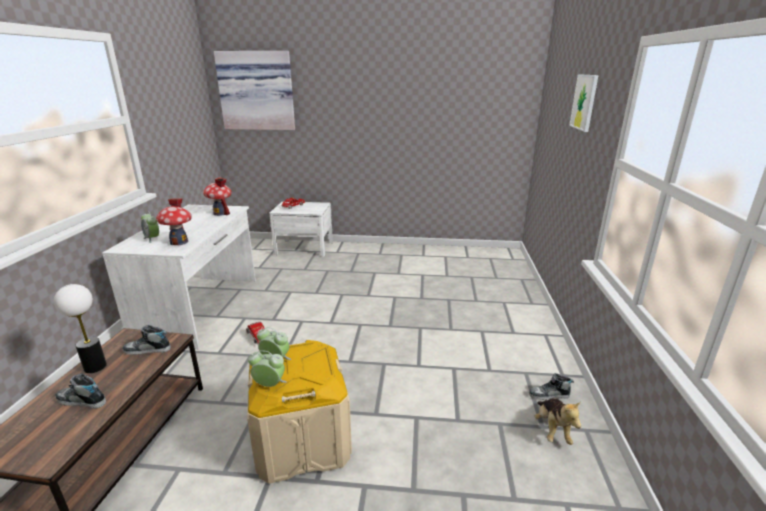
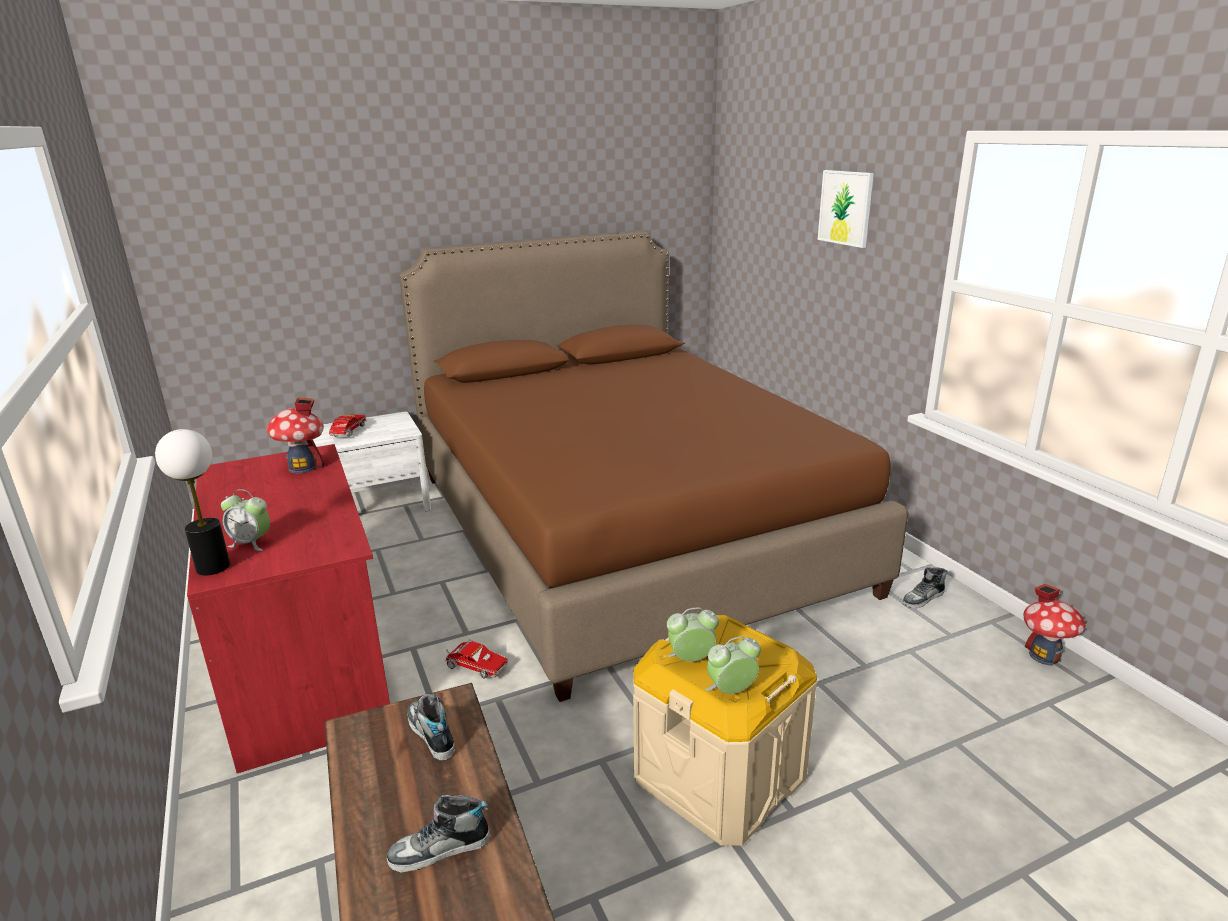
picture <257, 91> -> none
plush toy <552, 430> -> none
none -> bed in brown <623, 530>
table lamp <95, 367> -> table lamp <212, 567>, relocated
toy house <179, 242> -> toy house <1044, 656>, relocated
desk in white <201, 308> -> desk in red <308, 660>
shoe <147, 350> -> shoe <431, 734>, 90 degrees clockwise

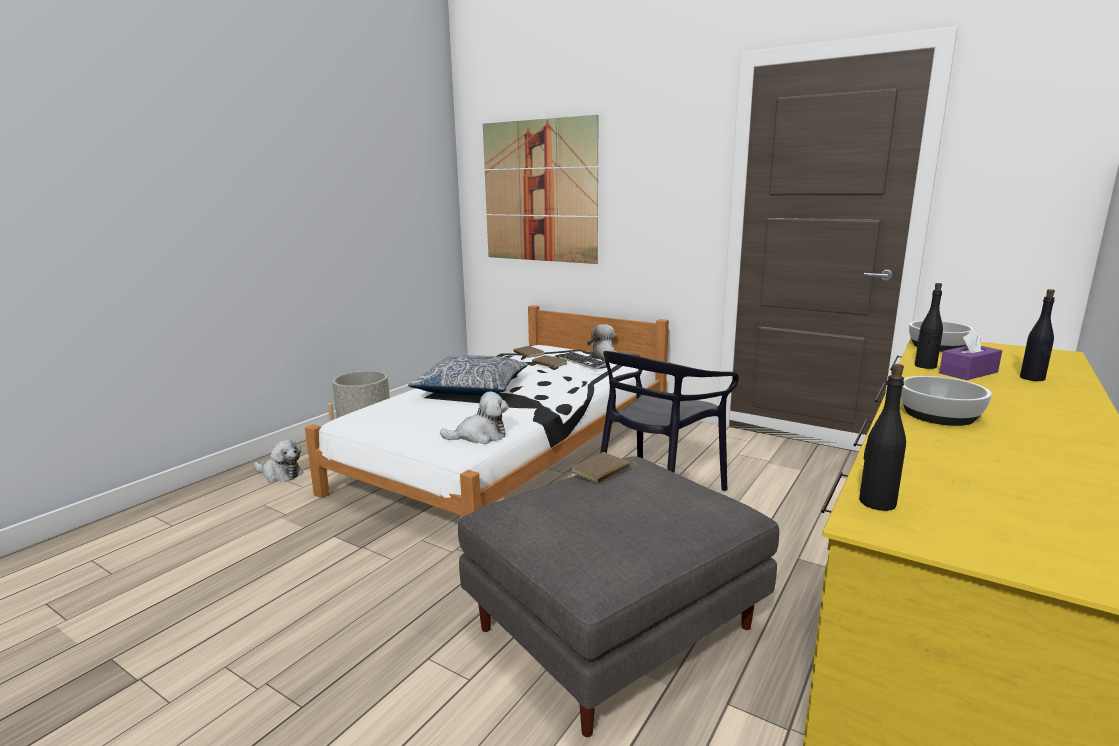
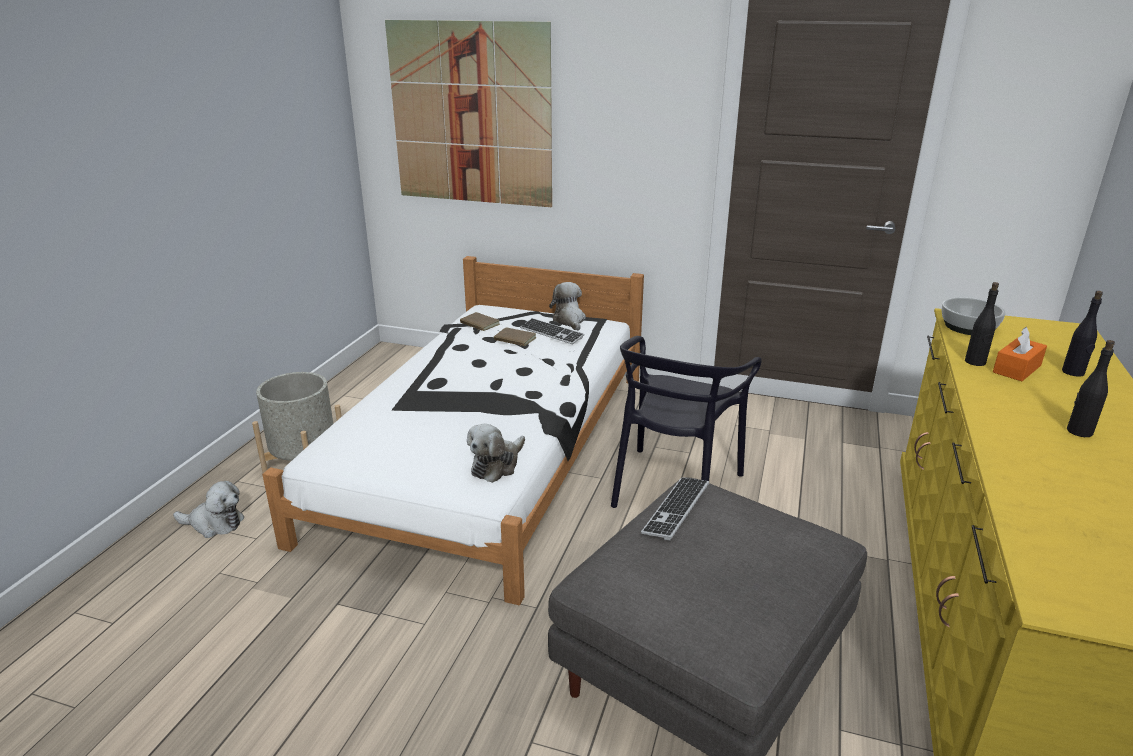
pillow <472, 388> -> none
bowl <940, 415> -> none
bottle in black <876, 502> -> bottle in black <1079, 431>, relocated
book in brown <602, 471> -> keyboard <676, 509>
tissue box in purple <968, 372> -> tissue box in orange <1016, 369>
plush toy <480, 436> -> plush toy <497, 465>, 150 degrees clockwise

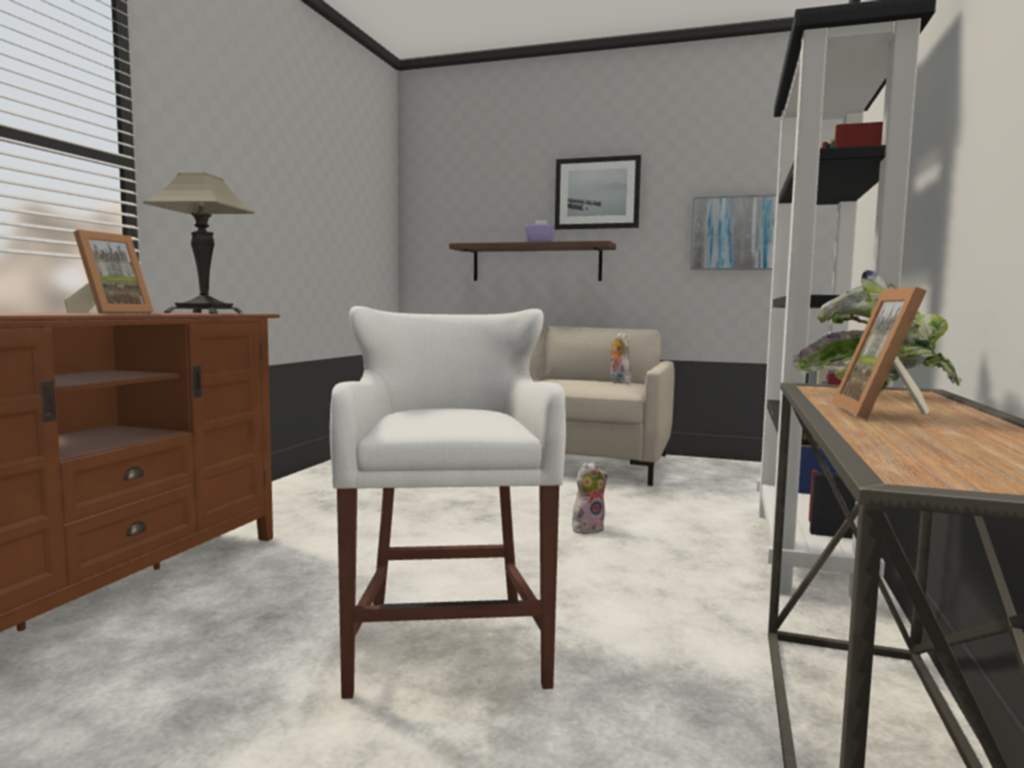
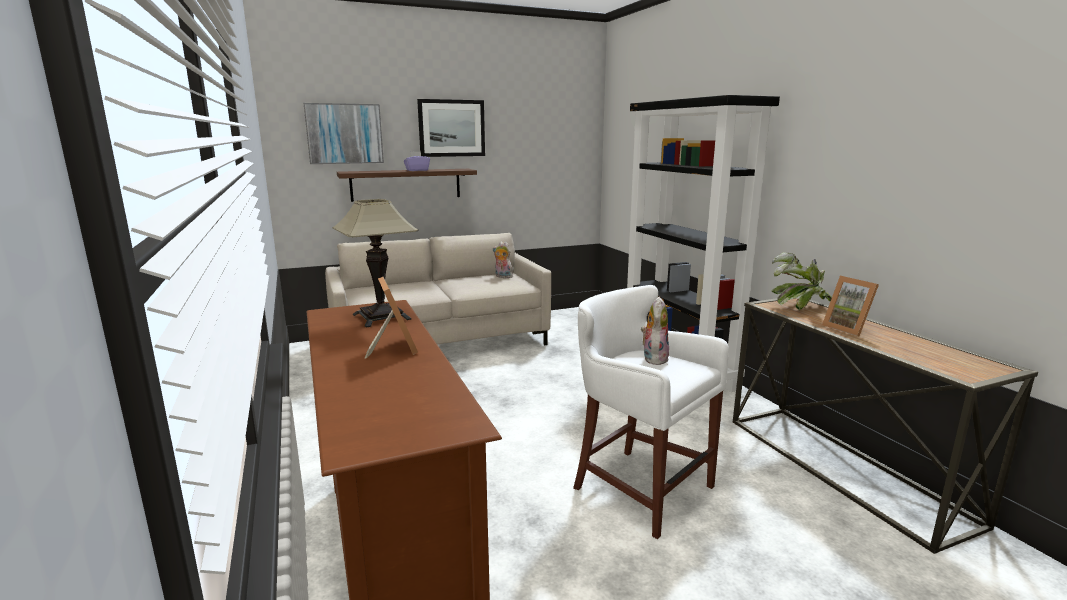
plush toy <587, 528> -> plush toy <653, 358>, relocated
picture <738, 233> -> picture <344, 134>, relocated

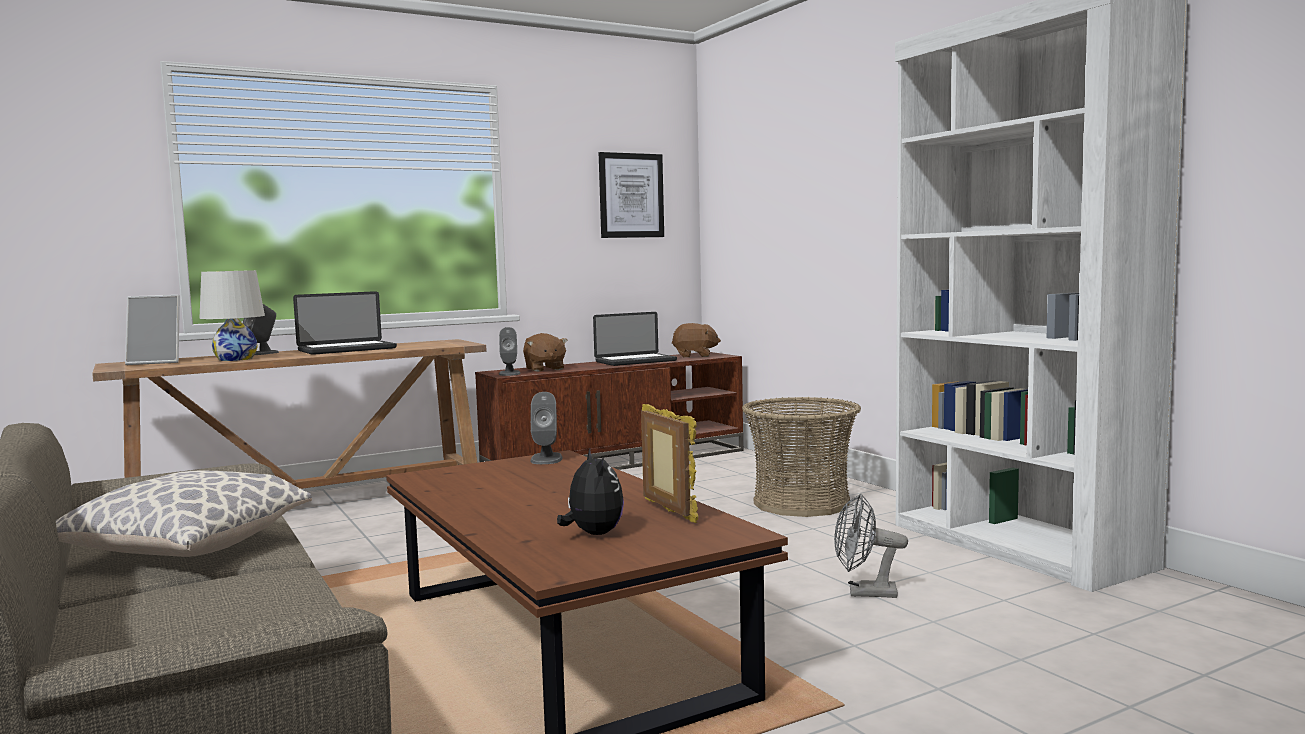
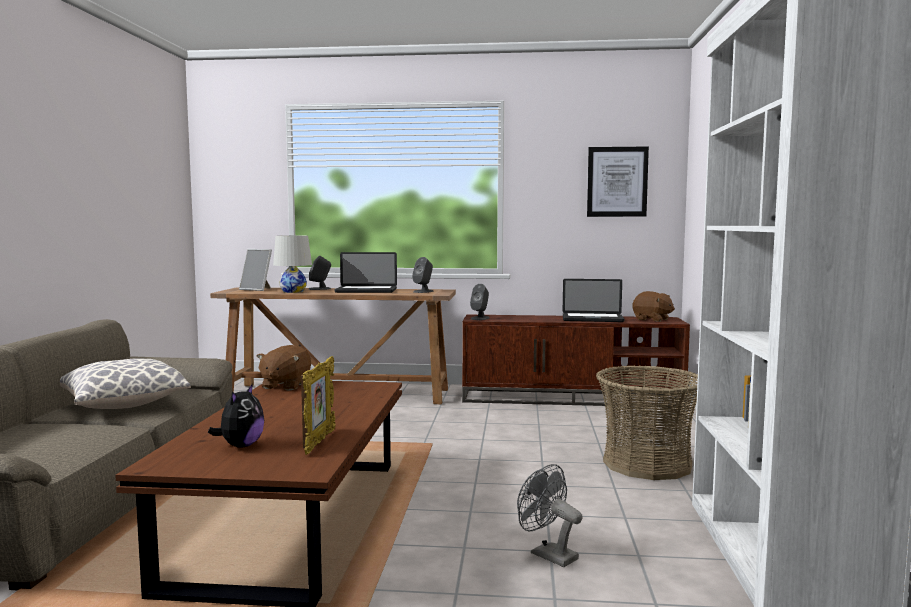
plush toy in brown <544, 369> -> plush toy in brown <285, 385>, relocated
speaker in grey <546, 459> -> speaker in grey <423, 291>, relocated

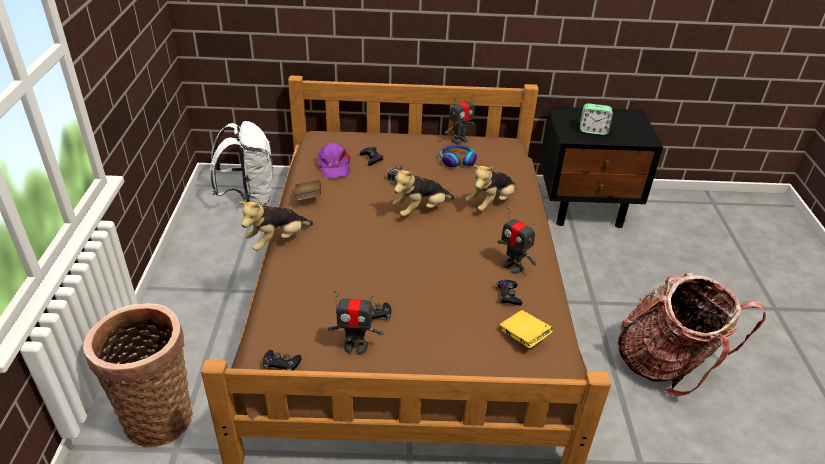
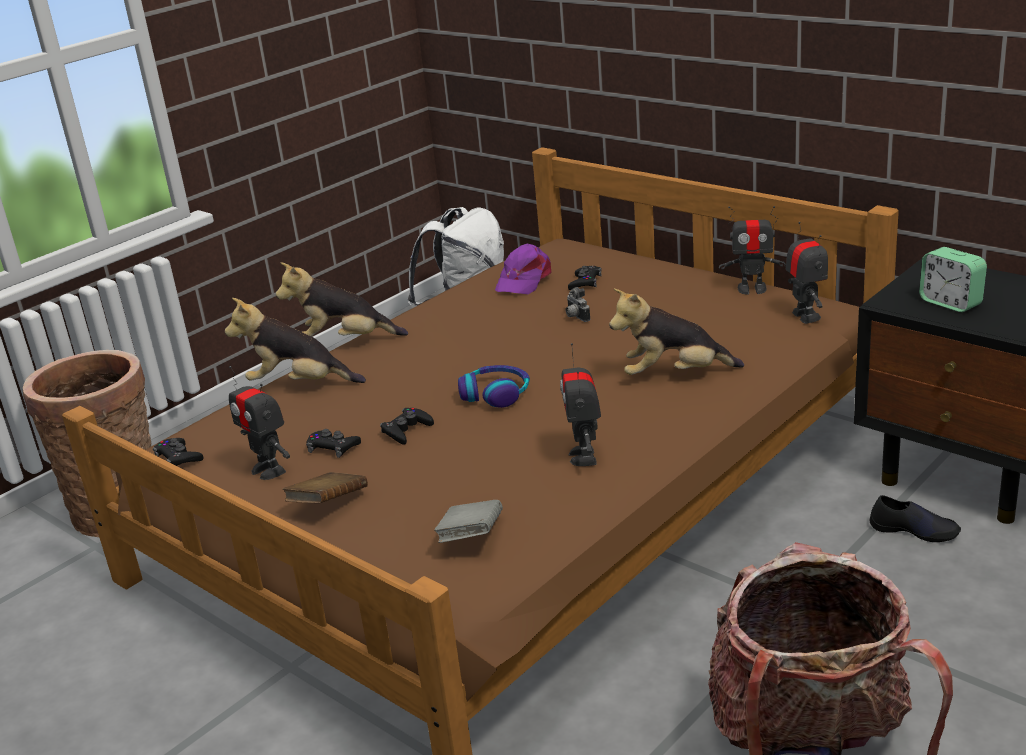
none -> toy robot <805, 316>
none -> shoe in black <914, 530>
book in brown <308, 198> -> book in brown <328, 504>, relocated
plush toy <421, 210> -> plush toy <299, 384>, relocated
headphones <457, 160> -> headphones <496, 394>, relocated
game controller in black <508, 295> -> game controller in black <406, 430>, relocated
book in yellow <524, 337> -> book in grey <471, 537>

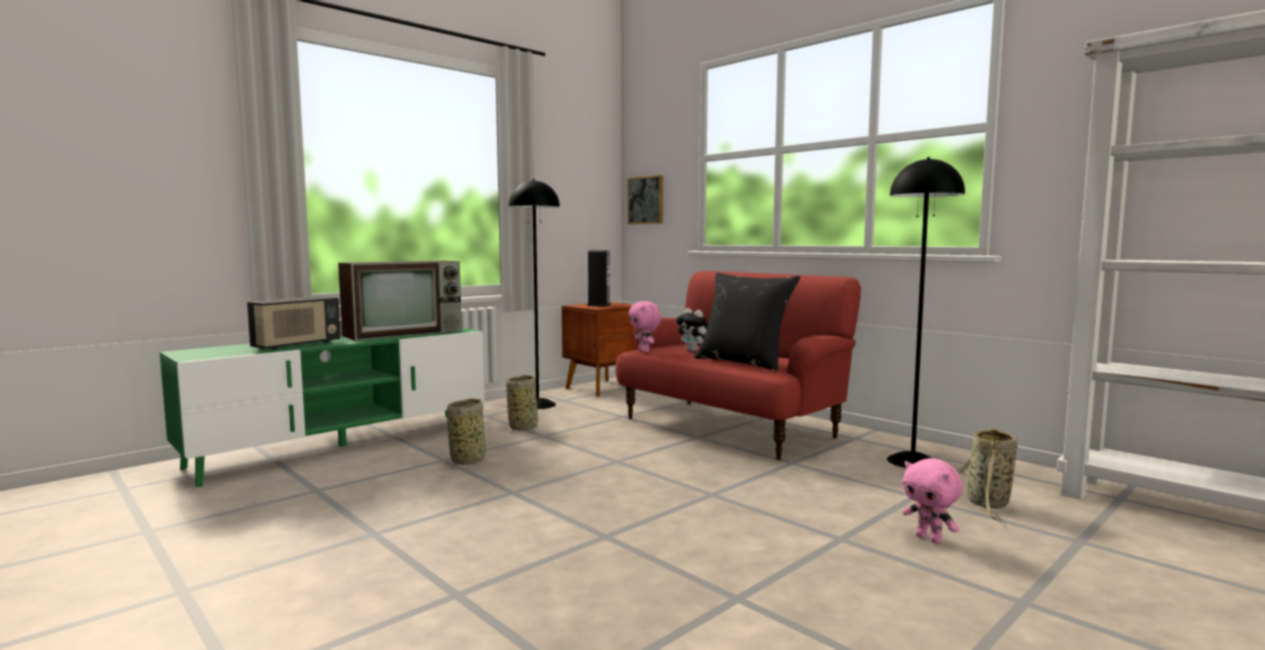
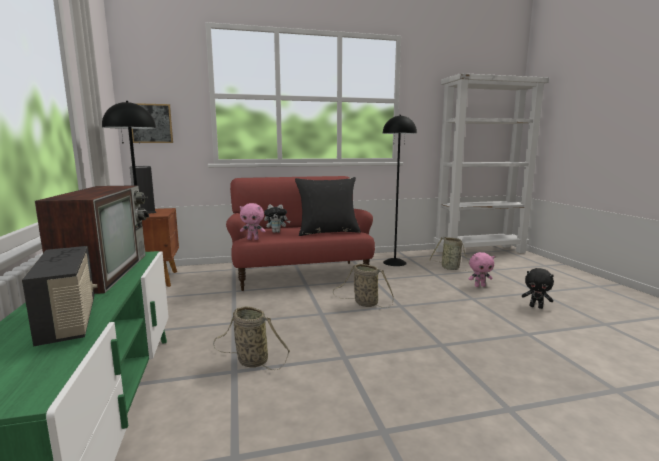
none -> plush toy in black <536, 307>
basket <523, 427> -> basket <364, 303>, relocated

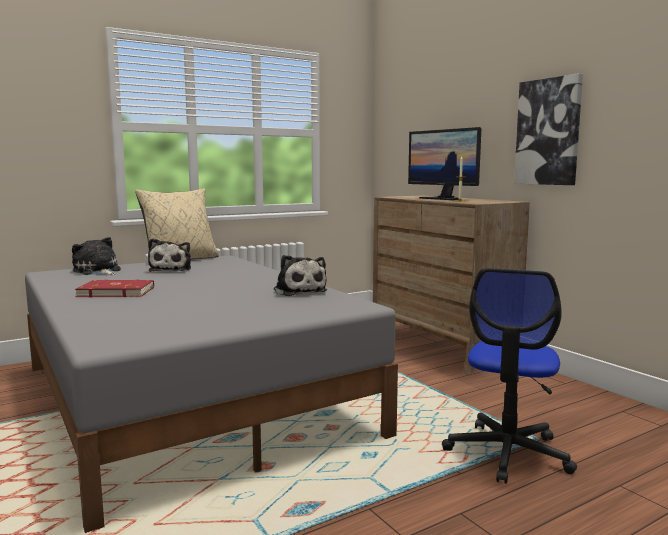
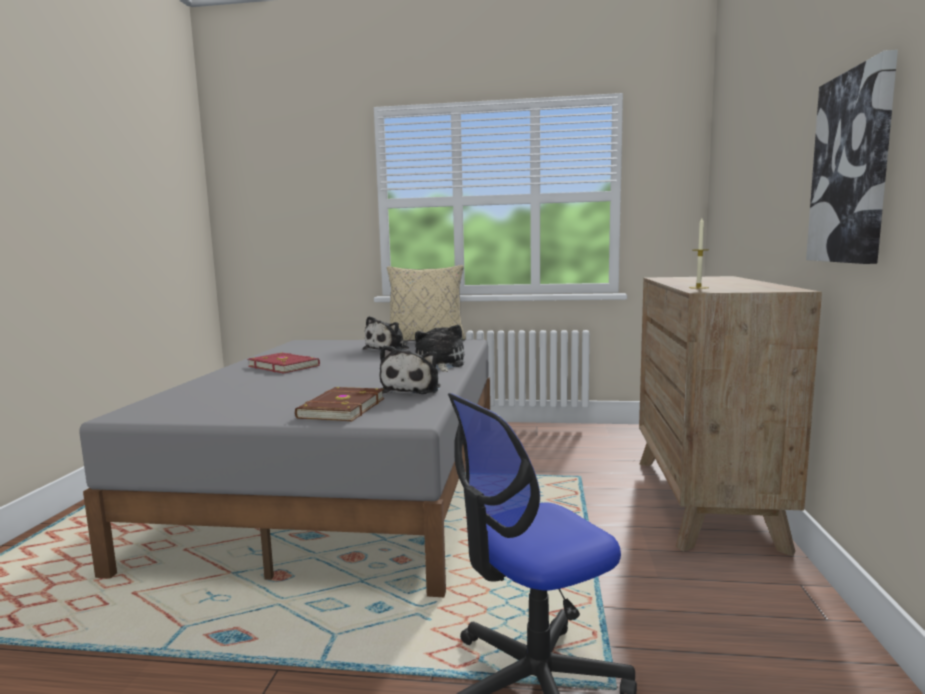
monitor <443, 199> -> none
none -> book in brown <340, 408>
plush toy <98, 271> -> plush toy <440, 365>, relocated

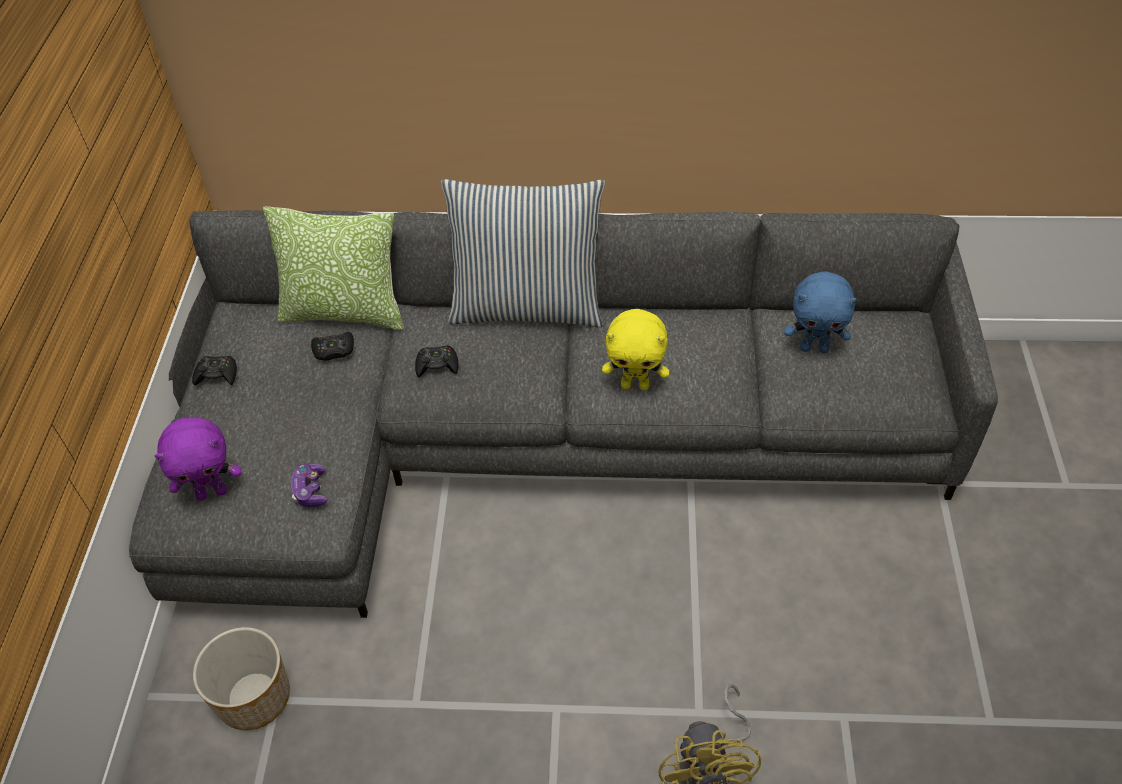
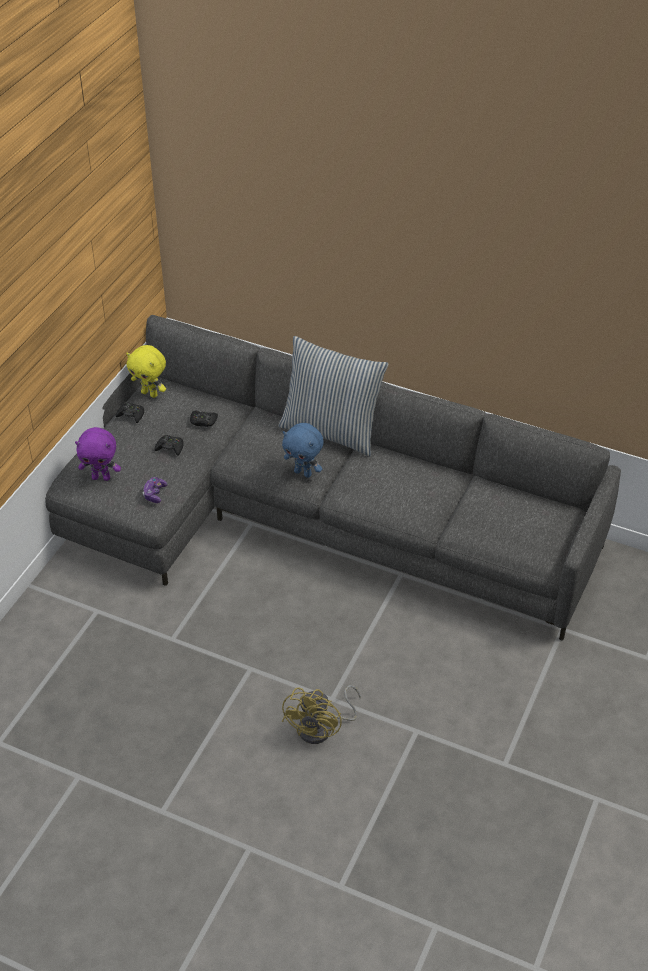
planter <254, 696> -> none
pillow <345, 312> -> none
game controller in black <437, 365> -> game controller in black <170, 448>, relocated
plush toy in yellow <635, 385> -> plush toy in yellow <150, 393>, relocated
plush toy in blue <814, 348> -> plush toy in blue <303, 473>, relocated

